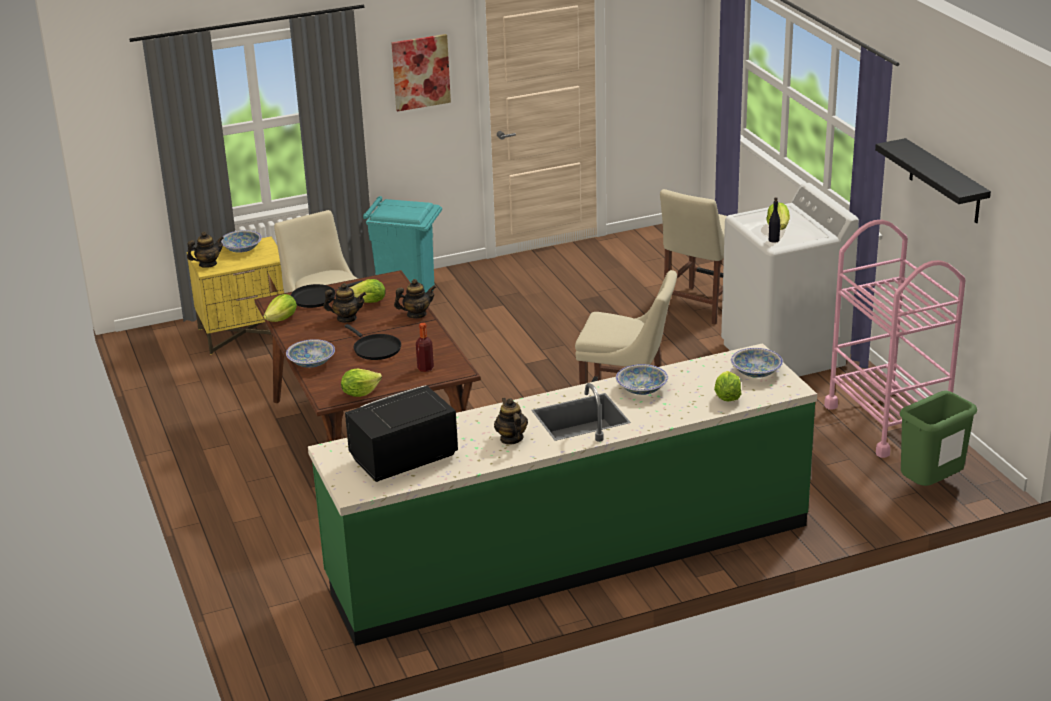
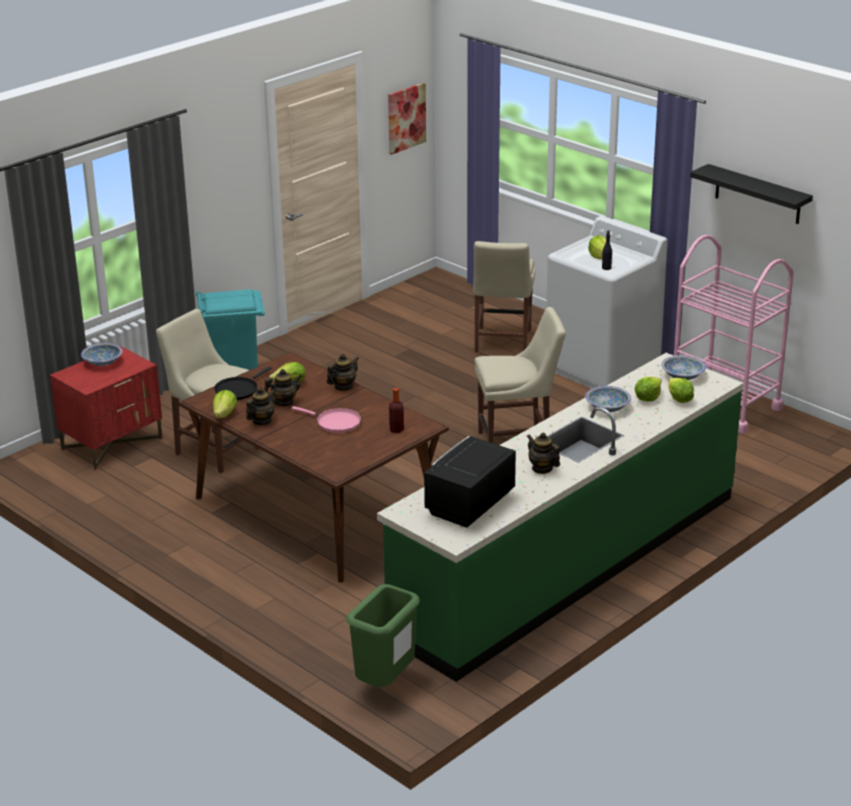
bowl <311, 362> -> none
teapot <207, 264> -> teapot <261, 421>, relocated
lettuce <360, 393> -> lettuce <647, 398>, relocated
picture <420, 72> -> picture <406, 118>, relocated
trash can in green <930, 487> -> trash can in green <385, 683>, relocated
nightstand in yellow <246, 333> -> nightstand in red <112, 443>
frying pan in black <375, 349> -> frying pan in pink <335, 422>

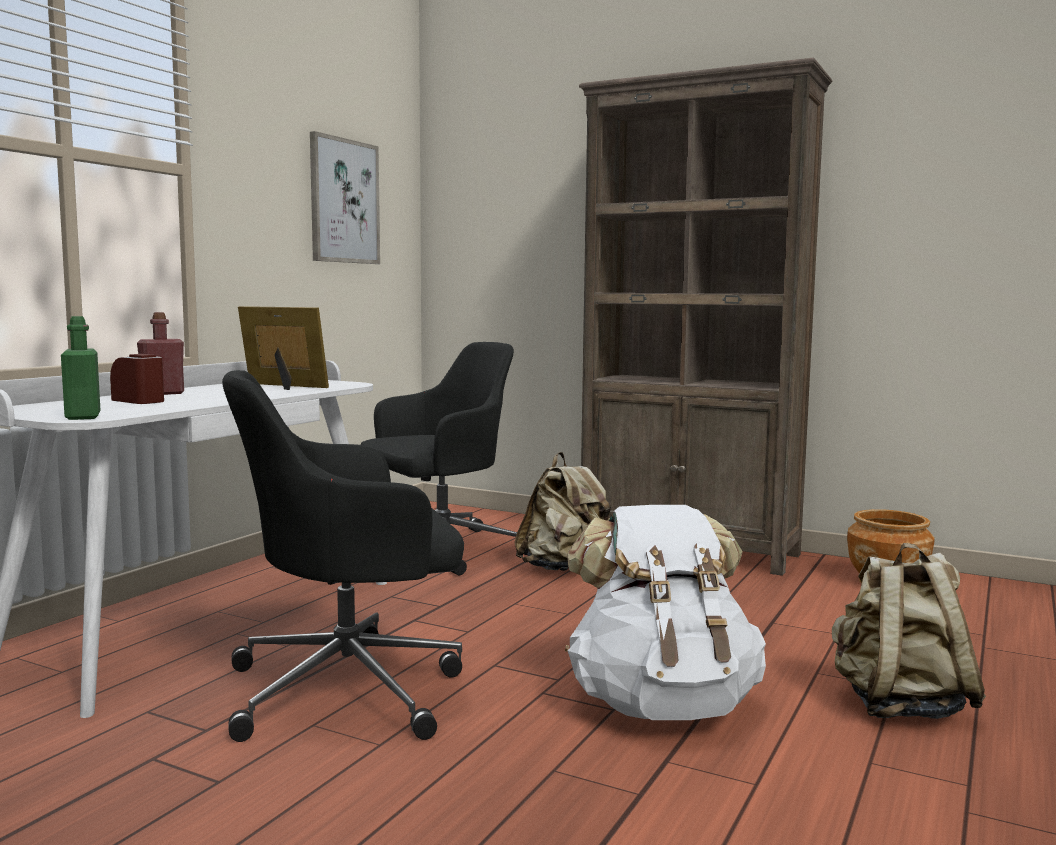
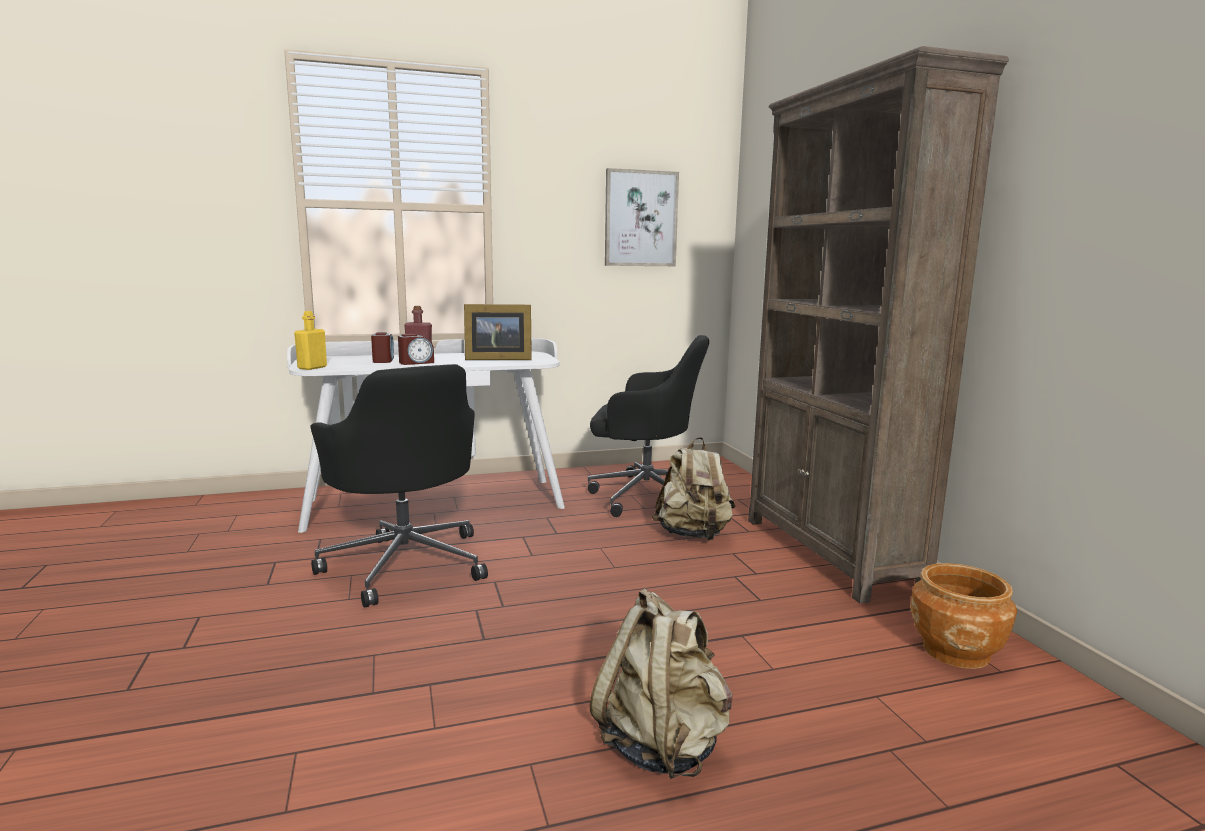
backpack in white <662, 704> -> none
none -> alarm clock <416, 363>
bottle in green <83, 416> -> bottle in yellow <312, 368>
office chair in black <351, 688> -> office chair in black <406, 563>, 150 degrees counterclockwise
picture frame <283, 387> -> picture frame <496, 359>, 105 degrees clockwise

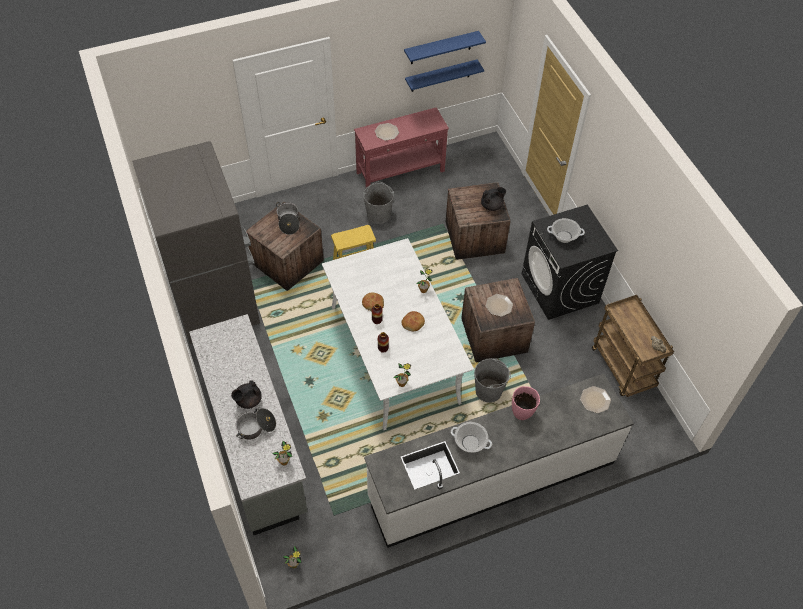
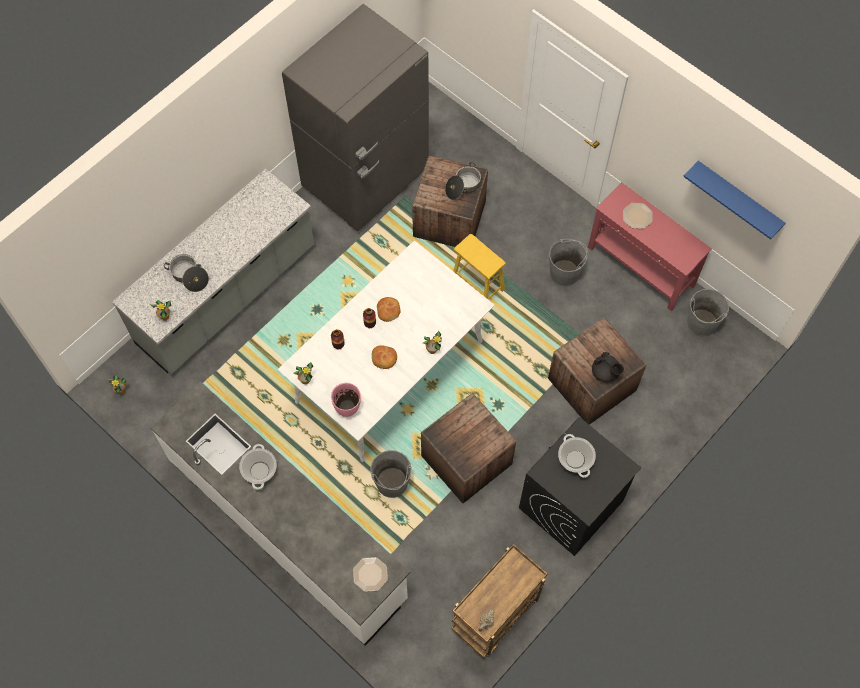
teapot in black <248, 400> -> none
shelf in blue <440, 76> -> none
plate <499, 305> -> none
none -> bucket in grey <701, 323>
vase in pink <522, 413> -> vase in pink <348, 409>, relocated

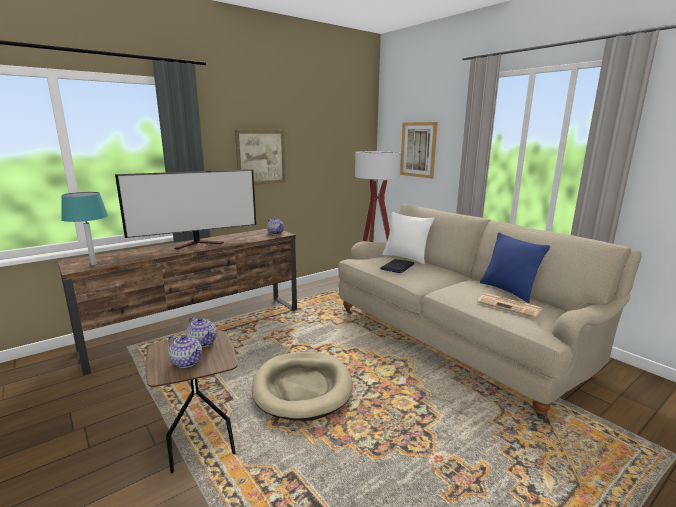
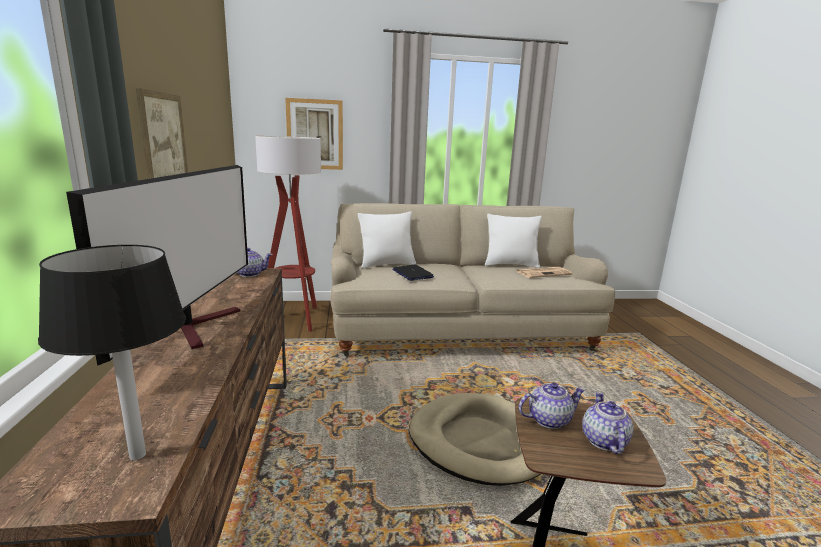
table lamp in turquoise <93, 264> -> table lamp in black <137, 456>
pillow in blue <508, 291> -> pillow in white <511, 265>
teapot <187, 361> -> teapot <603, 441>, 60 degrees counterclockwise

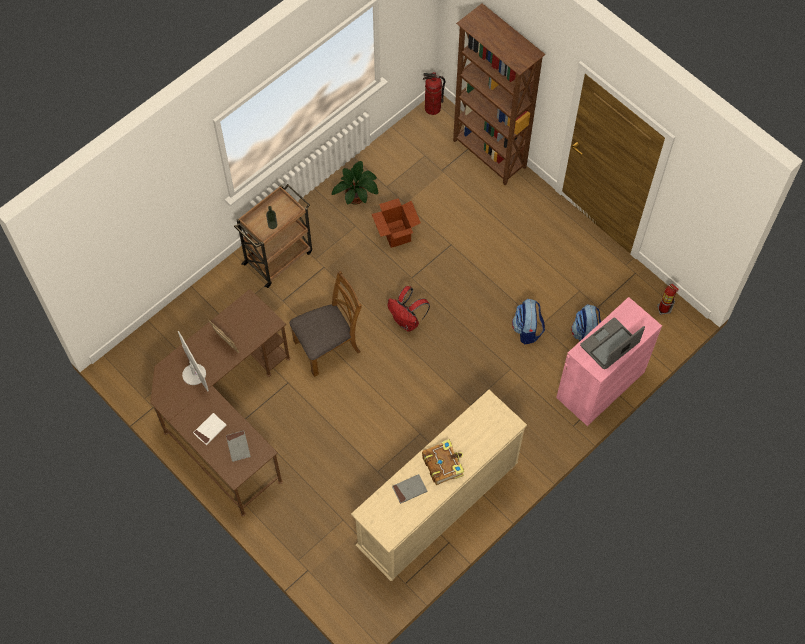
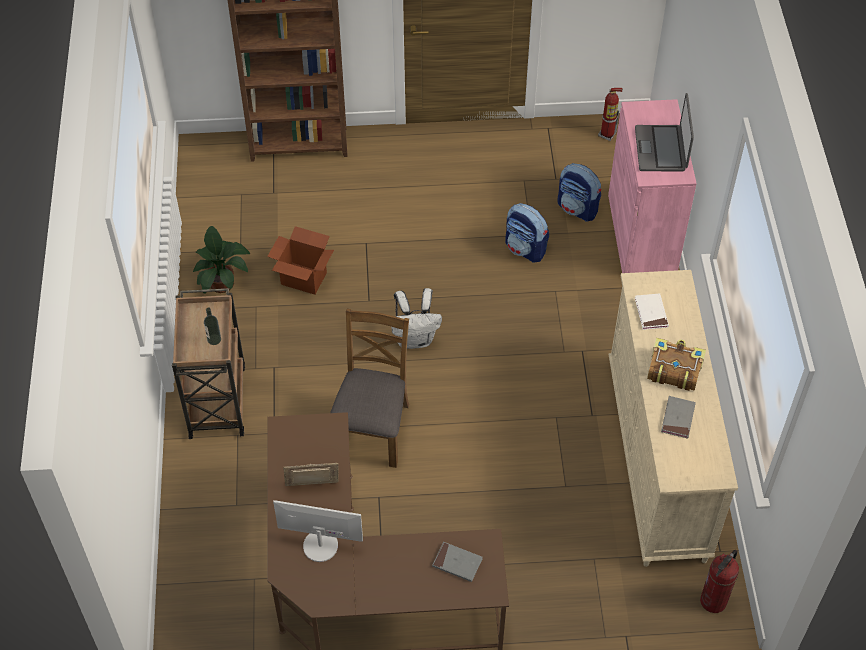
book in white <210, 429> -> book in white <651, 313>, relocated
fire extinguisher <432, 108> -> fire extinguisher <713, 601>, relocated
backpack in red <407, 321> -> backpack in white <415, 339>

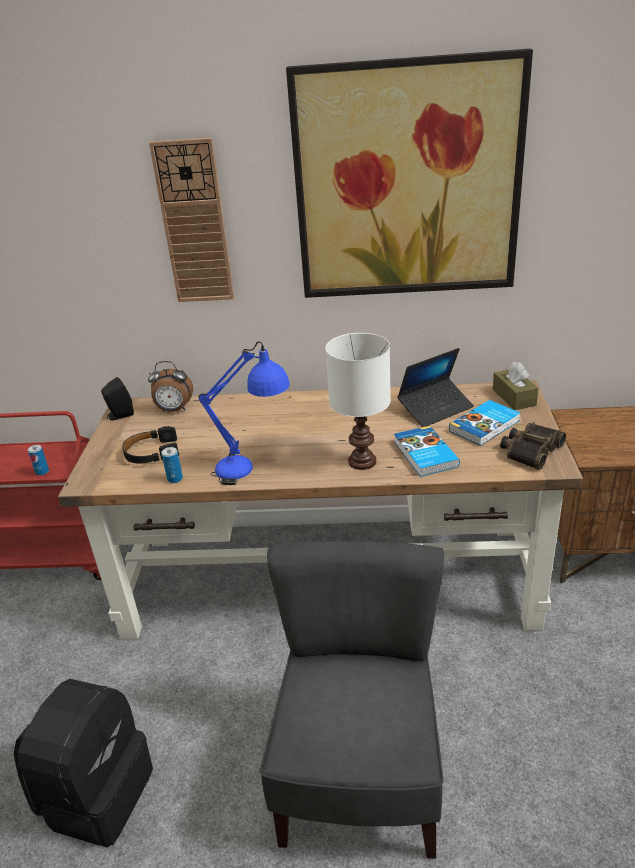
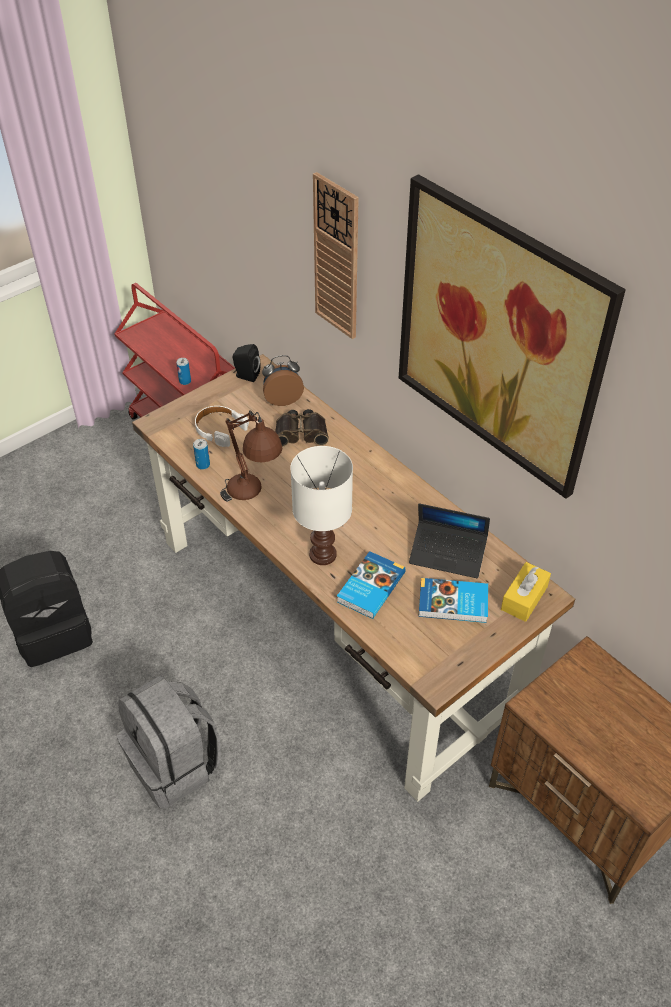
binoculars <530, 450> -> binoculars <301, 432>, relocated
chair in grey <360, 779> -> backpack in grey <175, 764>
headphones in black <152, 453> -> headphones in white <219, 429>
table lamp in blue <254, 469> -> table lamp in brown <253, 499>
tissue box in brown <514, 397> -> tissue box in yellow <524, 598>
alarm clock <174, 410> -> alarm clock <282, 399>, 120 degrees clockwise

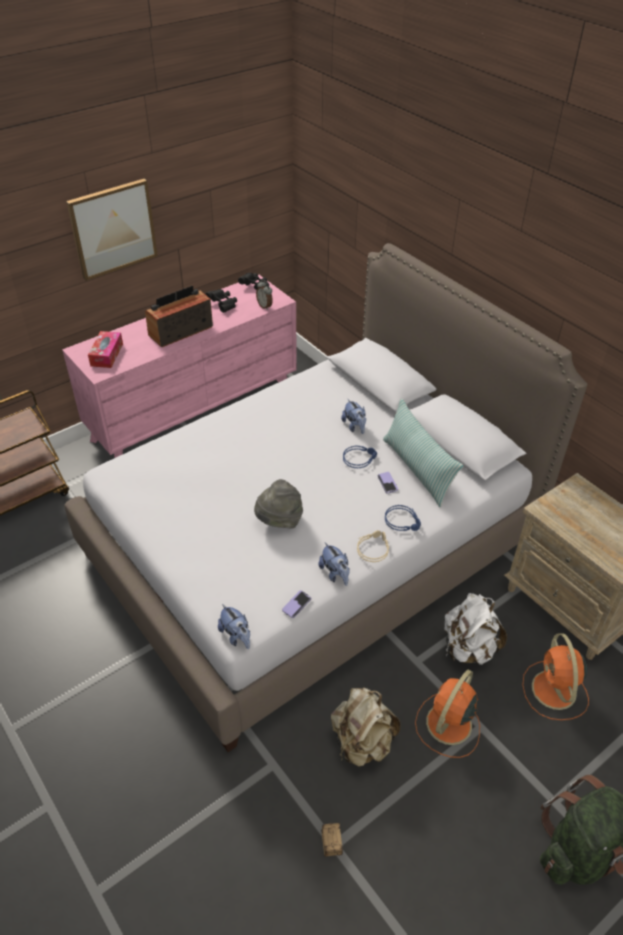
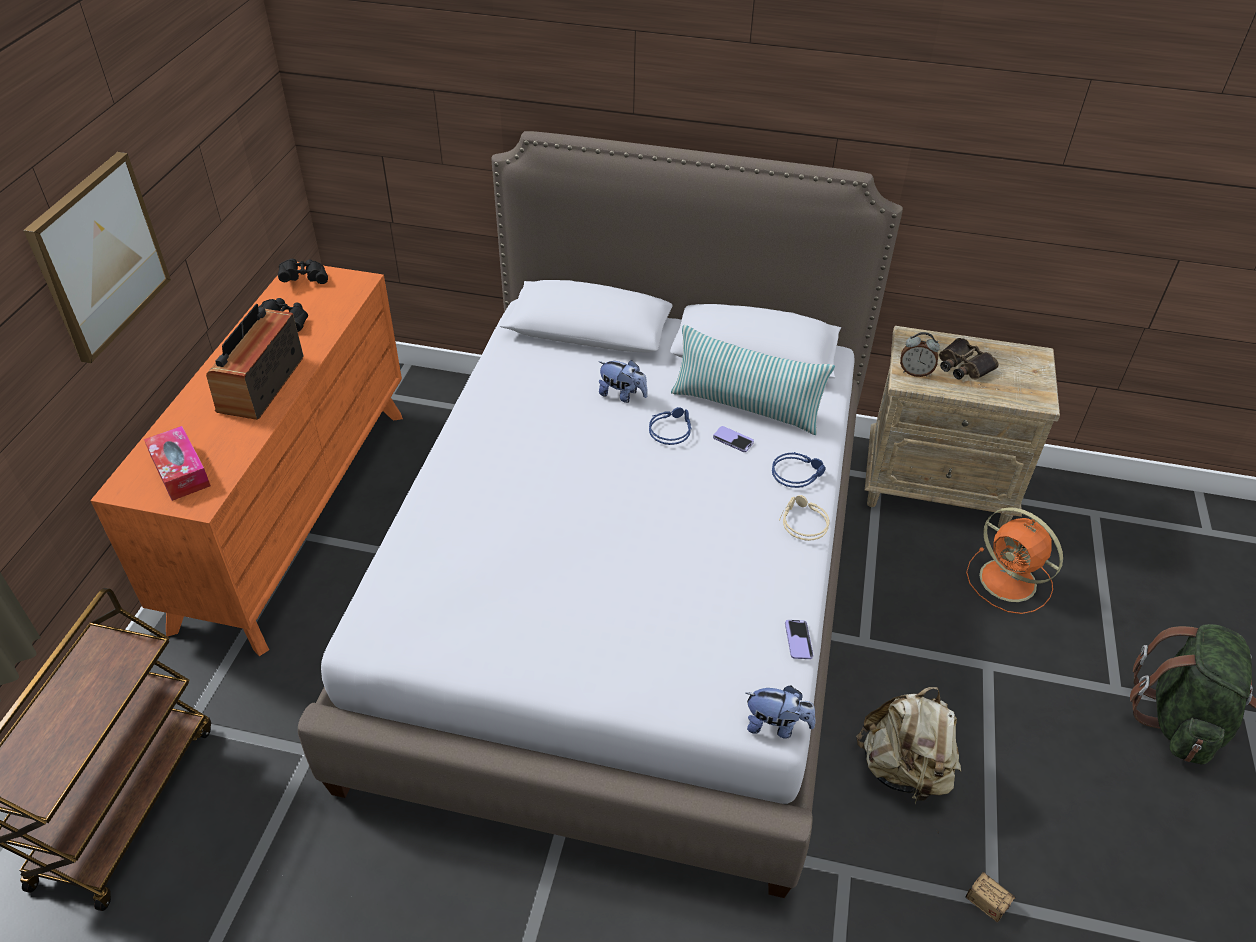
hat in grey <279, 521> -> none
plush toy <335, 574> -> none
fan in orange <447, 725> -> none
backpack in white <468, 648> -> none
none -> binoculars <963, 366>
alarm clock <265, 306> -> alarm clock <915, 372>, relocated
dresser in pink <195, 414> -> dresser in orange <295, 512>

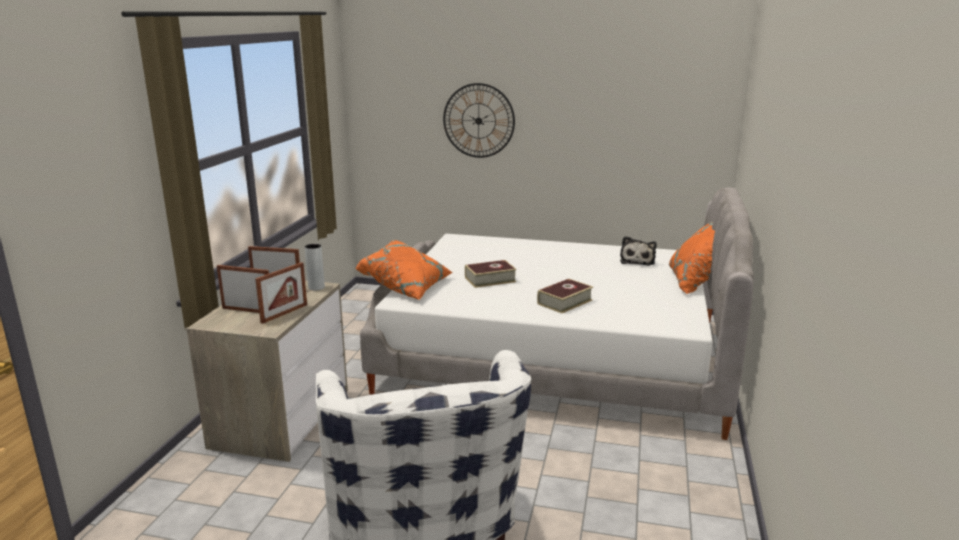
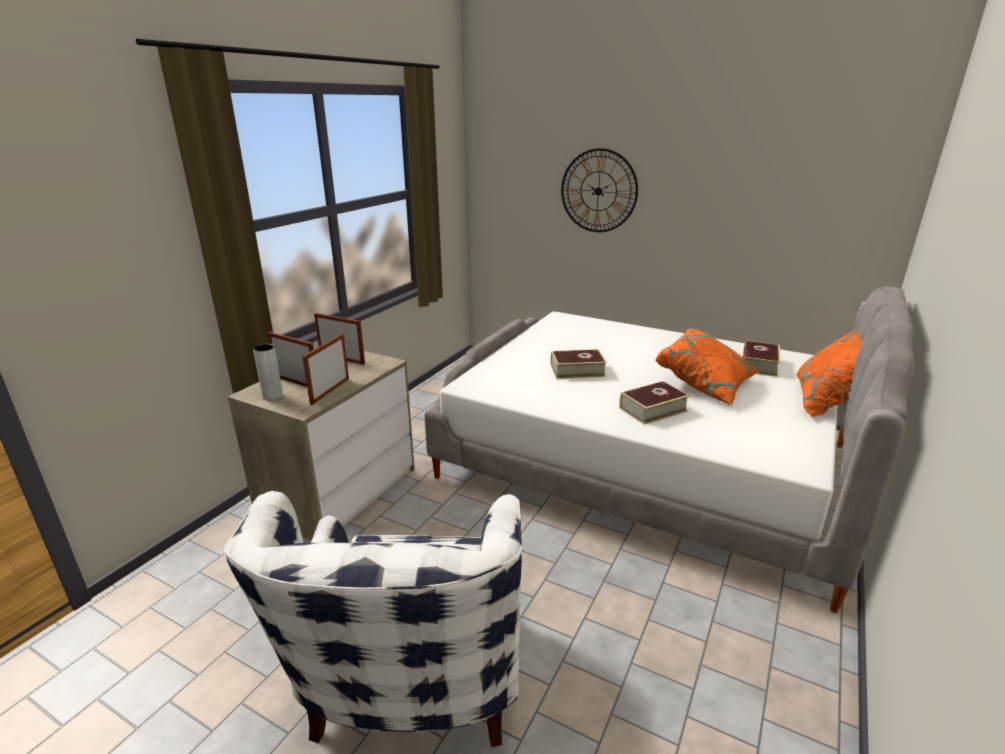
vase in grey <316, 287> -> vase in grey <272, 396>, relocated
pillow in orange <406, 286> -> pillow in orange <705, 383>, relocated
plush toy <637, 261> -> book <759, 364>
picture frame <284, 313> -> picture frame <330, 391>, 150 degrees clockwise

